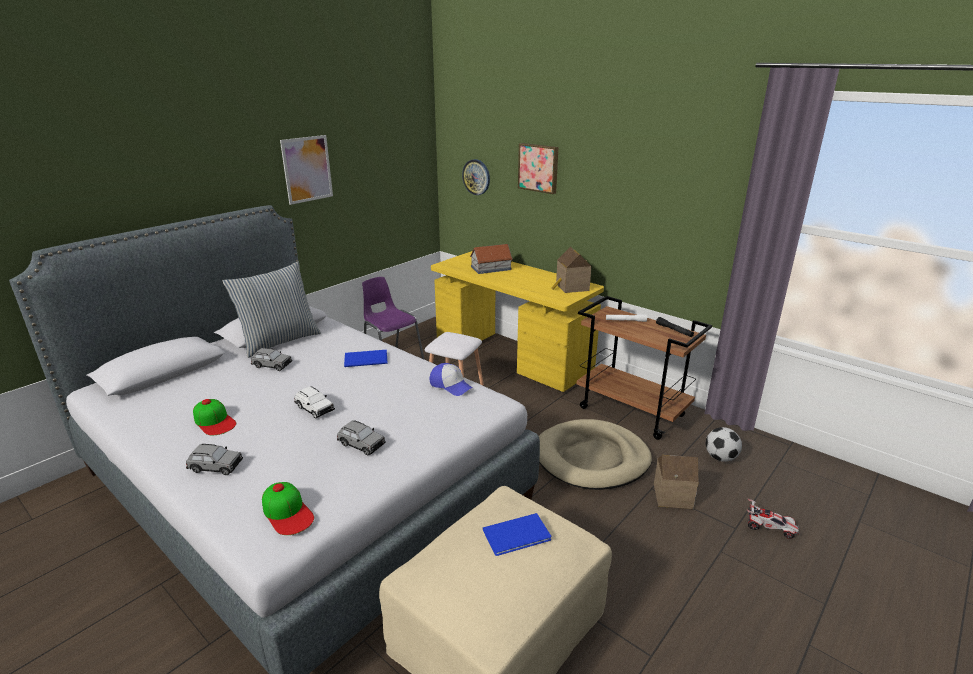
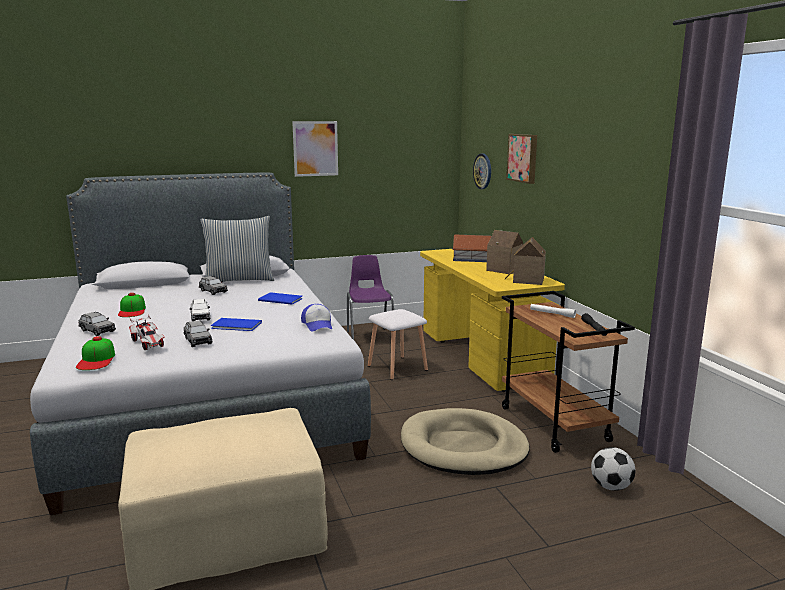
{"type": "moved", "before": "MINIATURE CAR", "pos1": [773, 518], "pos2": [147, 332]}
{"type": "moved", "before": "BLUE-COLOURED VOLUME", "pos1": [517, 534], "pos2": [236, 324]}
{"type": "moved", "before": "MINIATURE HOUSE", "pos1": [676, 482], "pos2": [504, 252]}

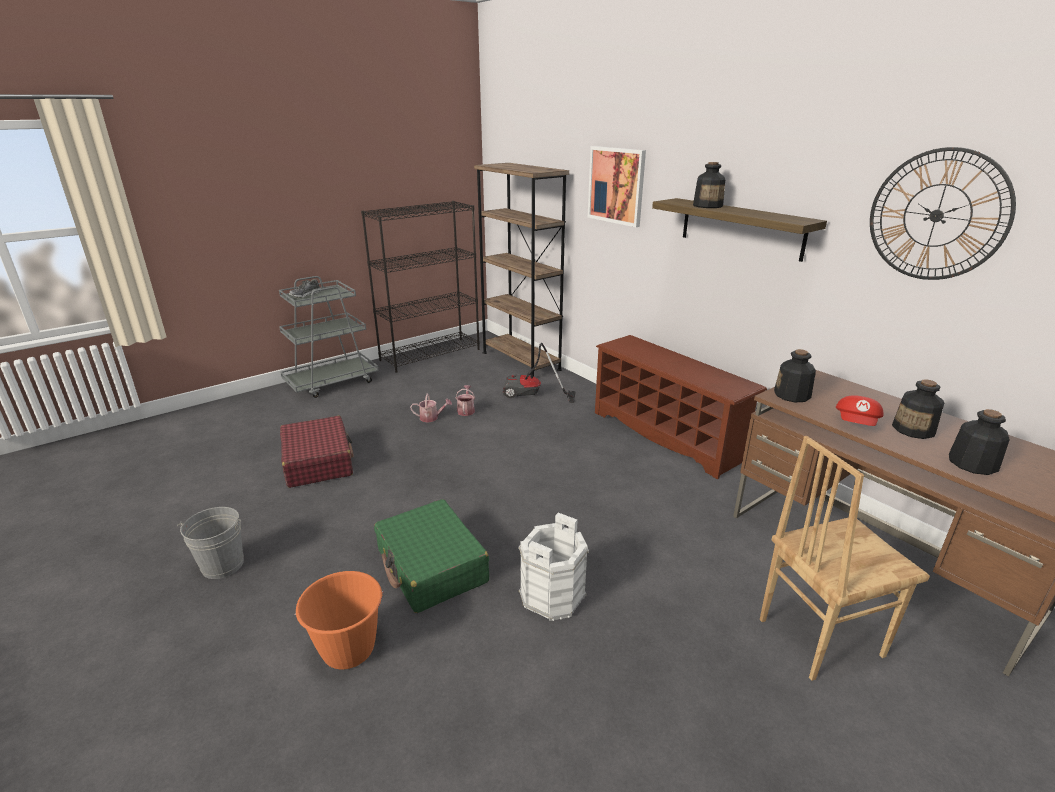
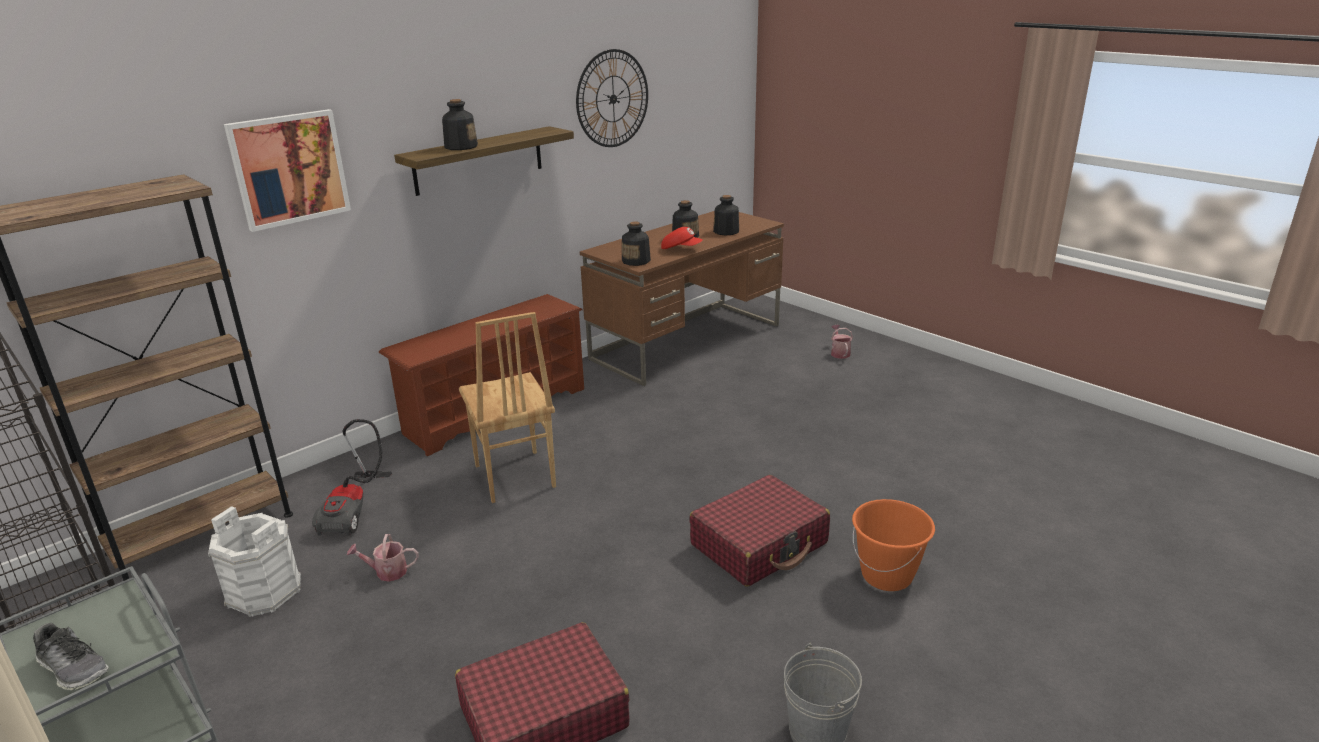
{"type": "moved", "before": "WHITISH WATER BUCKET", "pos1": [553, 567], "pos2": [254, 561]}
{"type": "moved", "before": "BROWNISH CHAIR", "pos1": [845, 558], "pos2": [507, 407]}
{"type": "recoloured", "before": "GREEN-COLOURED TRAVEL CASE", "after": "RED TRAVEL CASE", "pos1": [431, 556], "pos2": [759, 531]}
{"type": "moved", "before": "SPRINKLING CAN", "pos1": [431, 408], "pos2": [842, 342]}

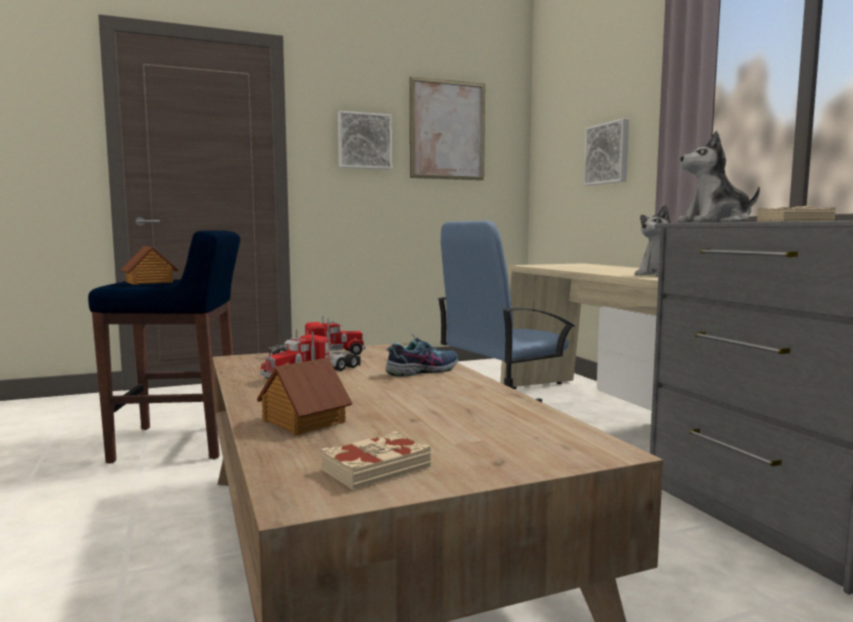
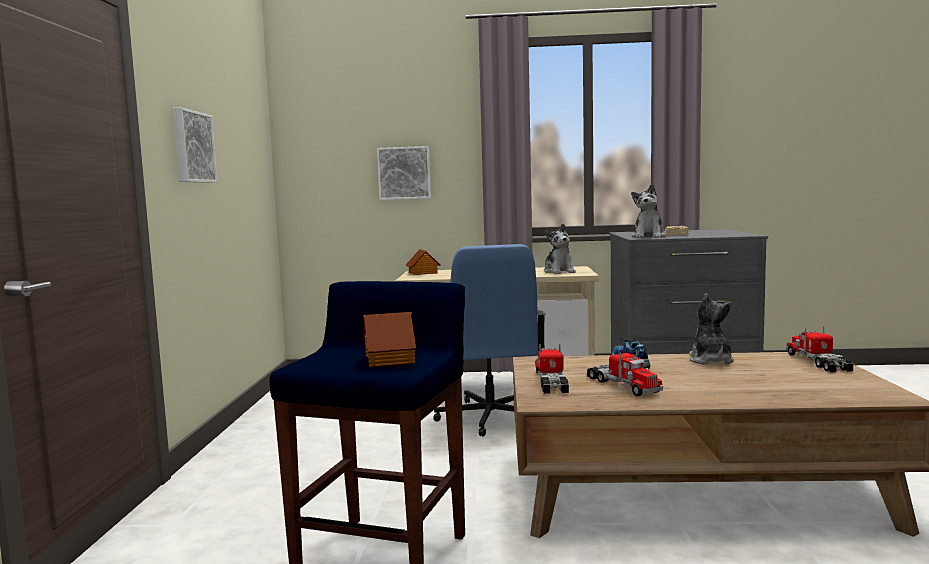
{"type": "moved", "before": "MINIATURE HOUSE", "pos1": [304, 396], "pos2": [423, 262]}
{"type": "added", "after": "CUDDLY TOY", "pos2": [711, 328]}
{"type": "added", "after": "TOY LORRY", "pos2": [819, 350]}
{"type": "removed", "before": "BEIGE VOLUME", "pos1": [376, 460]}
{"type": "removed", "before": "WALL ART", "pos1": [447, 128]}

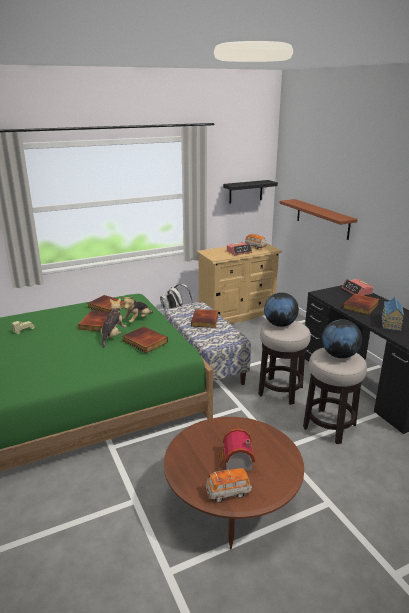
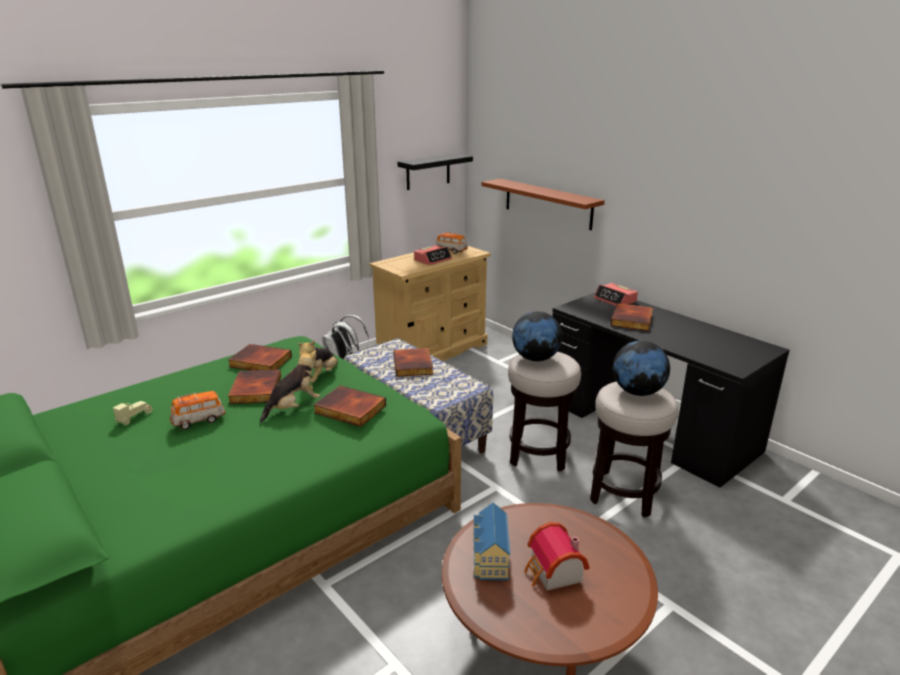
{"type": "moved", "before": "MINIATURE CAR", "pos1": [228, 485], "pos2": [197, 410]}
{"type": "turned", "before": "CUDDLY TOY", "pos1": [114, 323], "pos2": [290, 385], "turn": 45}
{"type": "moved", "before": "MINIATURE HOUSE", "pos1": [393, 314], "pos2": [491, 541]}

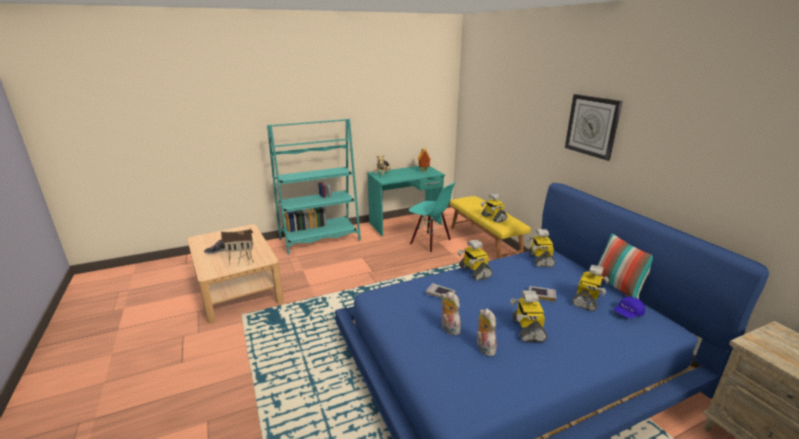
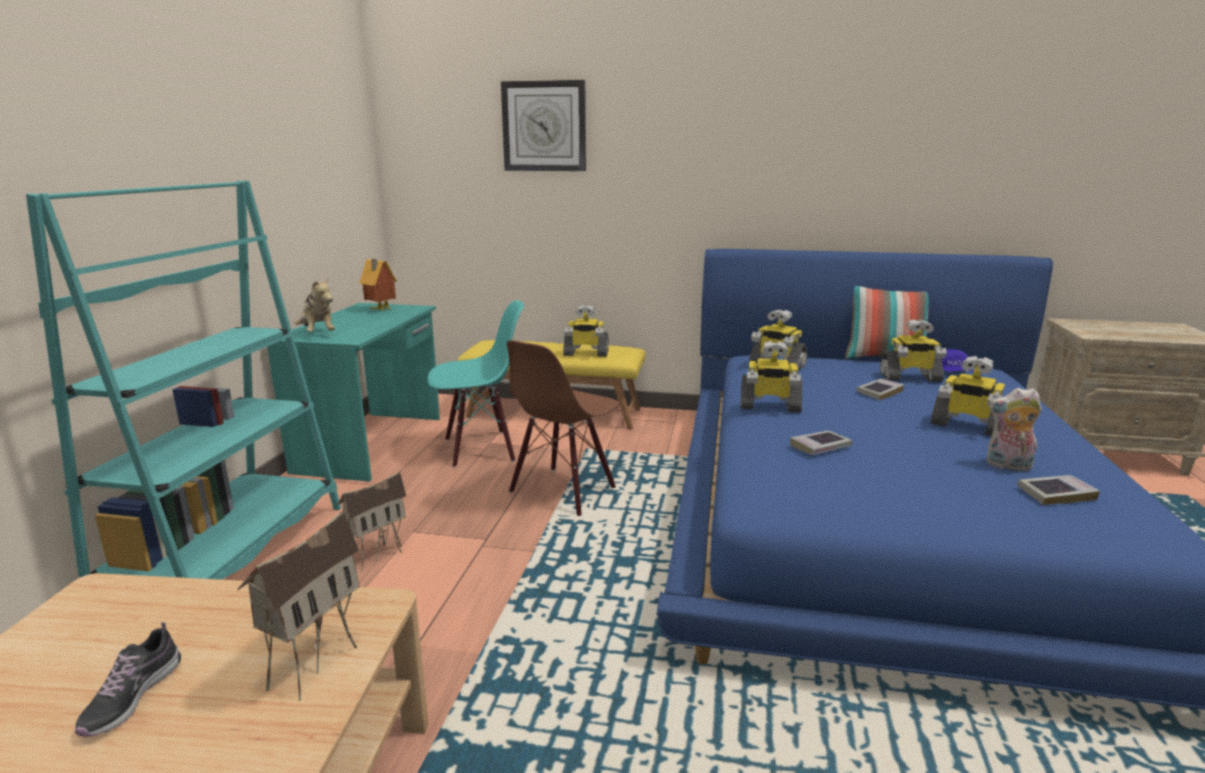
{"type": "added", "after": "MINIATURE HOUSE", "pos2": [371, 521]}
{"type": "moved", "before": "HANGING CLOCK", "pos1": [594, 127], "pos2": [543, 125]}
{"type": "added", "after": "BROWNISH CHAIR", "pos2": [563, 428]}
{"type": "turned", "before": "MODEL ROBOT", "pos1": [590, 287], "pos2": [913, 350], "turn": 120}
{"type": "added", "after": "VOLUME", "pos2": [1058, 490]}
{"type": "removed", "before": "CUDDLY TOY", "pos1": [452, 313]}

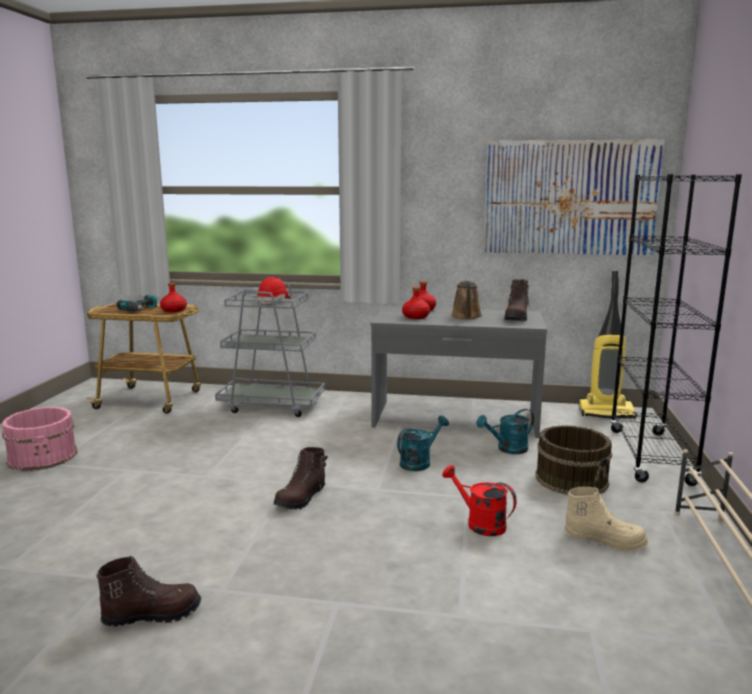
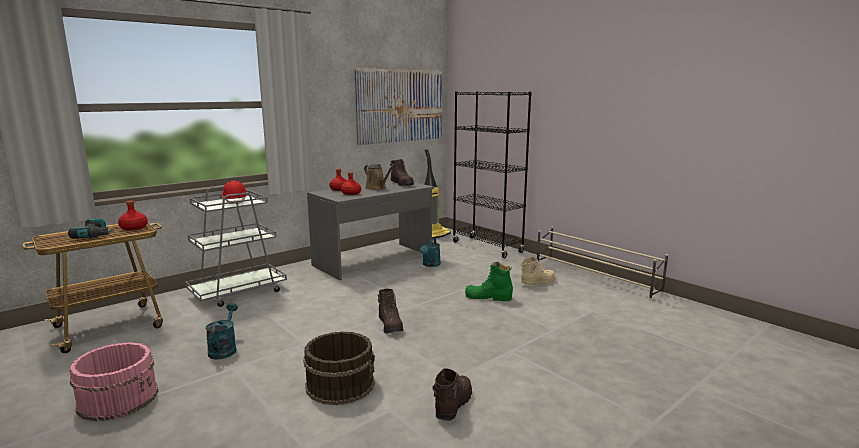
{"type": "moved", "before": "TURQUOISE SPRINKLING CAN", "pos1": [423, 443], "pos2": [222, 331]}
{"type": "moved", "before": "BROWNISH WATER BUCKET", "pos1": [574, 460], "pos2": [339, 368]}
{"type": "replaced", "before": "RED SPRINKLING CAN", "after": "GREEN-COLOURED HIGH-TOP BOOT", "pos1": [479, 500], "pos2": [489, 281]}

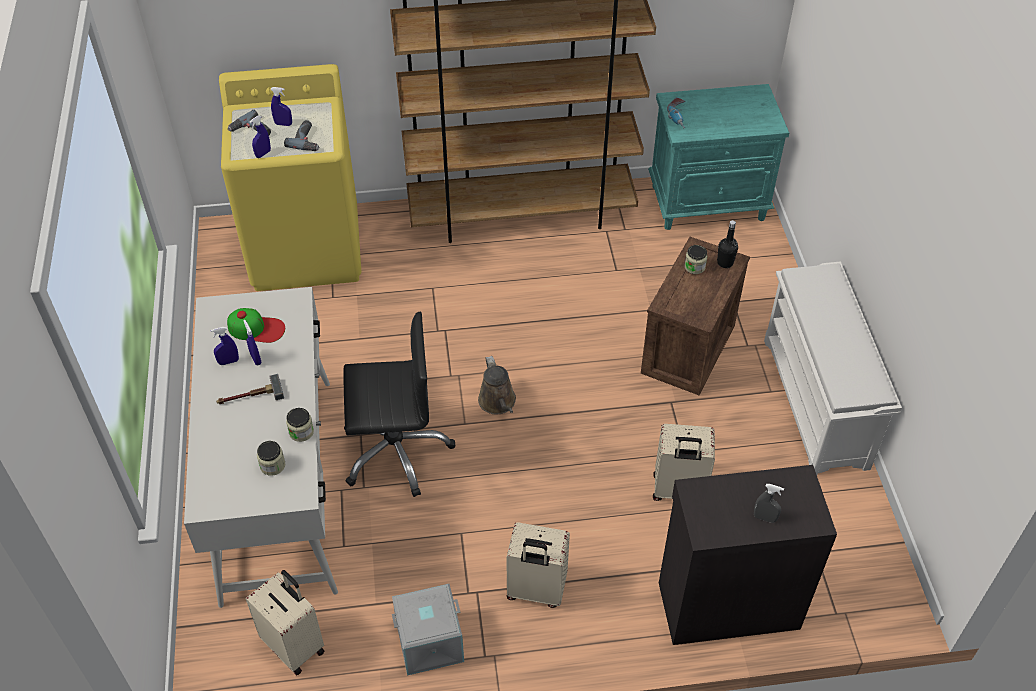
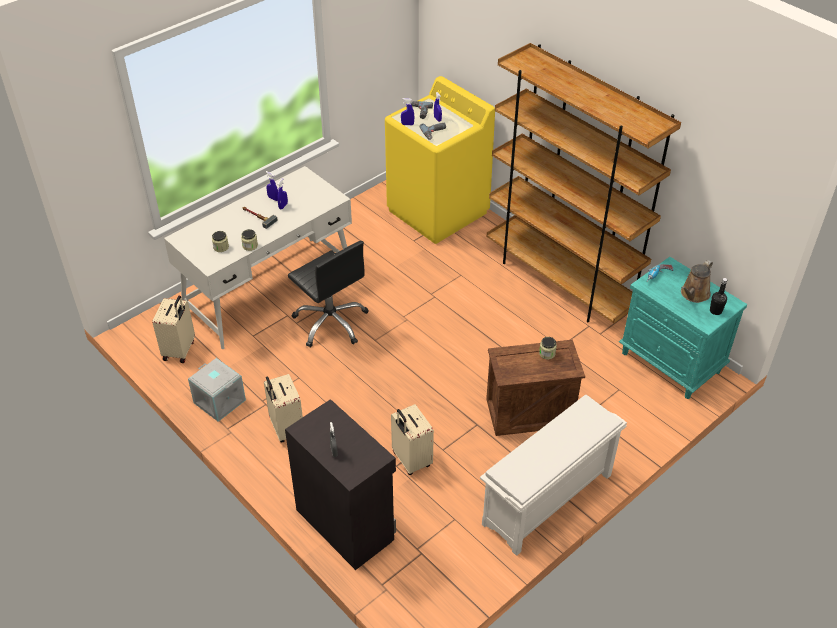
{"type": "moved", "before": "BROWNISH SPRINKLING CAN", "pos1": [497, 385], "pos2": [697, 281]}
{"type": "moved", "before": "BLACKISH DRINK BOTTLE", "pos1": [727, 244], "pos2": [718, 296]}
{"type": "removed", "before": "CAP", "pos1": [256, 325]}

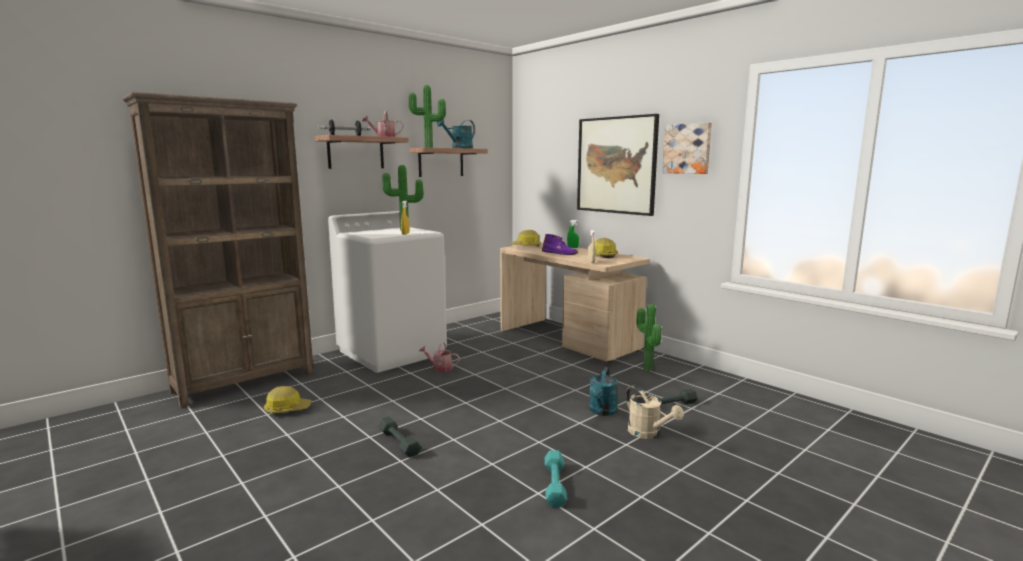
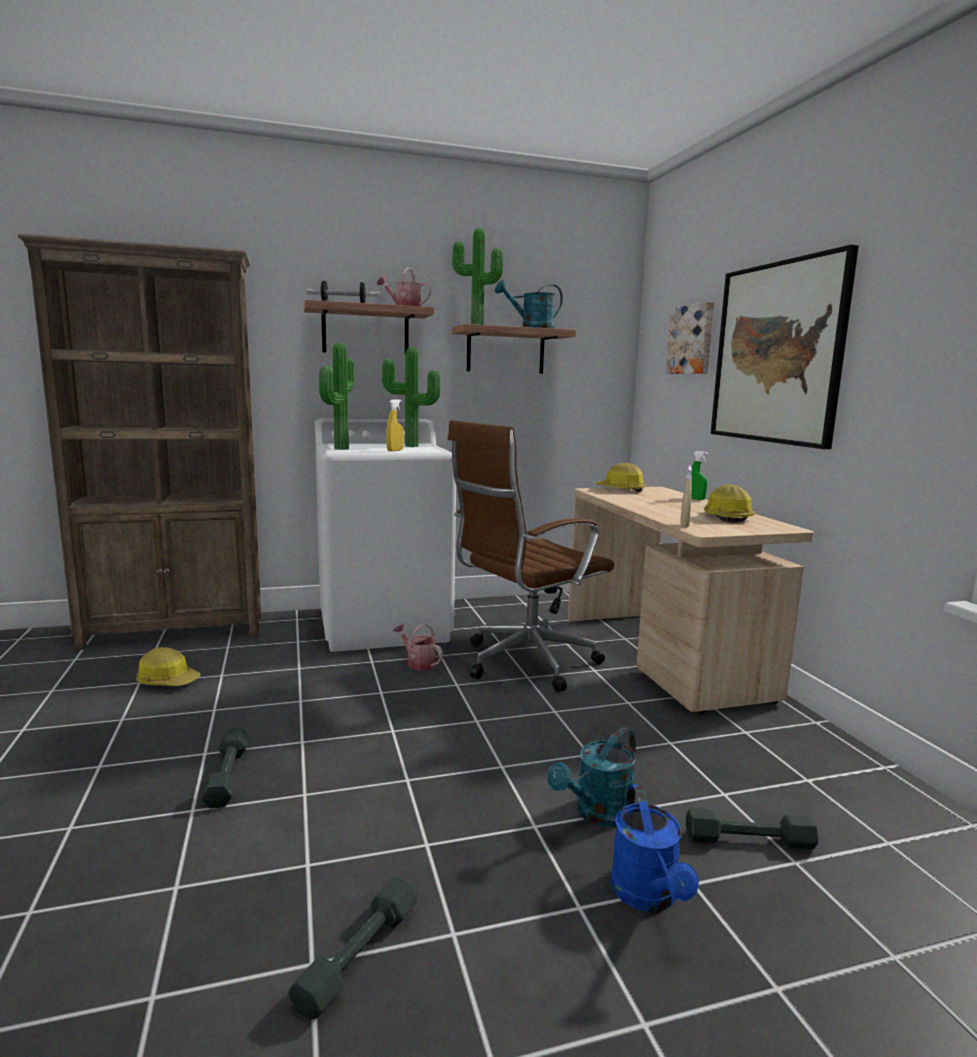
{"type": "recoloured", "before": "TURQUOISE HAND WEIGHT", "after": "GREY HAND WEIGHT", "pos1": [556, 479], "pos2": [353, 948]}
{"type": "moved", "before": "POTTED PLANT", "pos1": [649, 337], "pos2": [336, 396]}
{"type": "added", "after": "BROWNISH OFFICE CHAIR", "pos2": [531, 556]}
{"type": "recoloured", "before": "BEIGE SPRINKLING CAN", "after": "BLUE-COLOURED SPRINKLING CAN", "pos1": [655, 412], "pos2": [654, 848]}
{"type": "moved", "before": "WALL ART", "pos1": [687, 148], "pos2": [690, 338]}
{"type": "removed", "before": "PURPLE-COLOURED HIGH-TOP BOOT", "pos1": [560, 244]}

